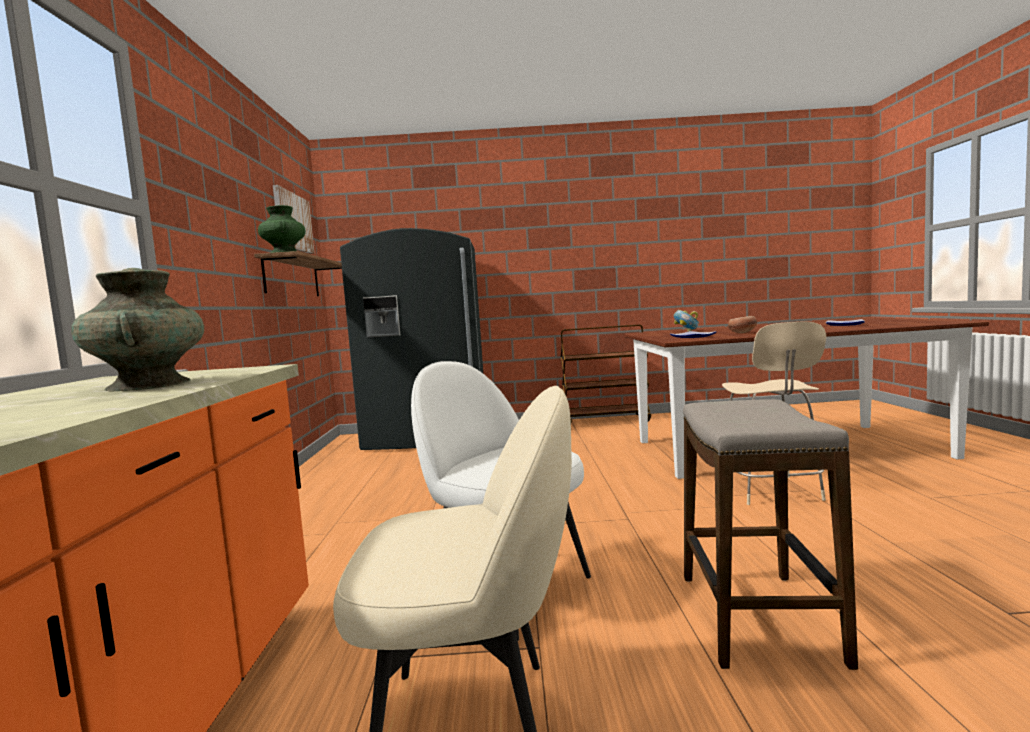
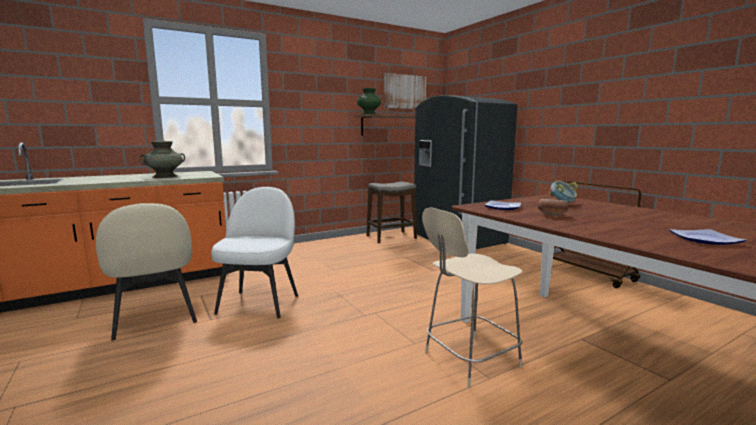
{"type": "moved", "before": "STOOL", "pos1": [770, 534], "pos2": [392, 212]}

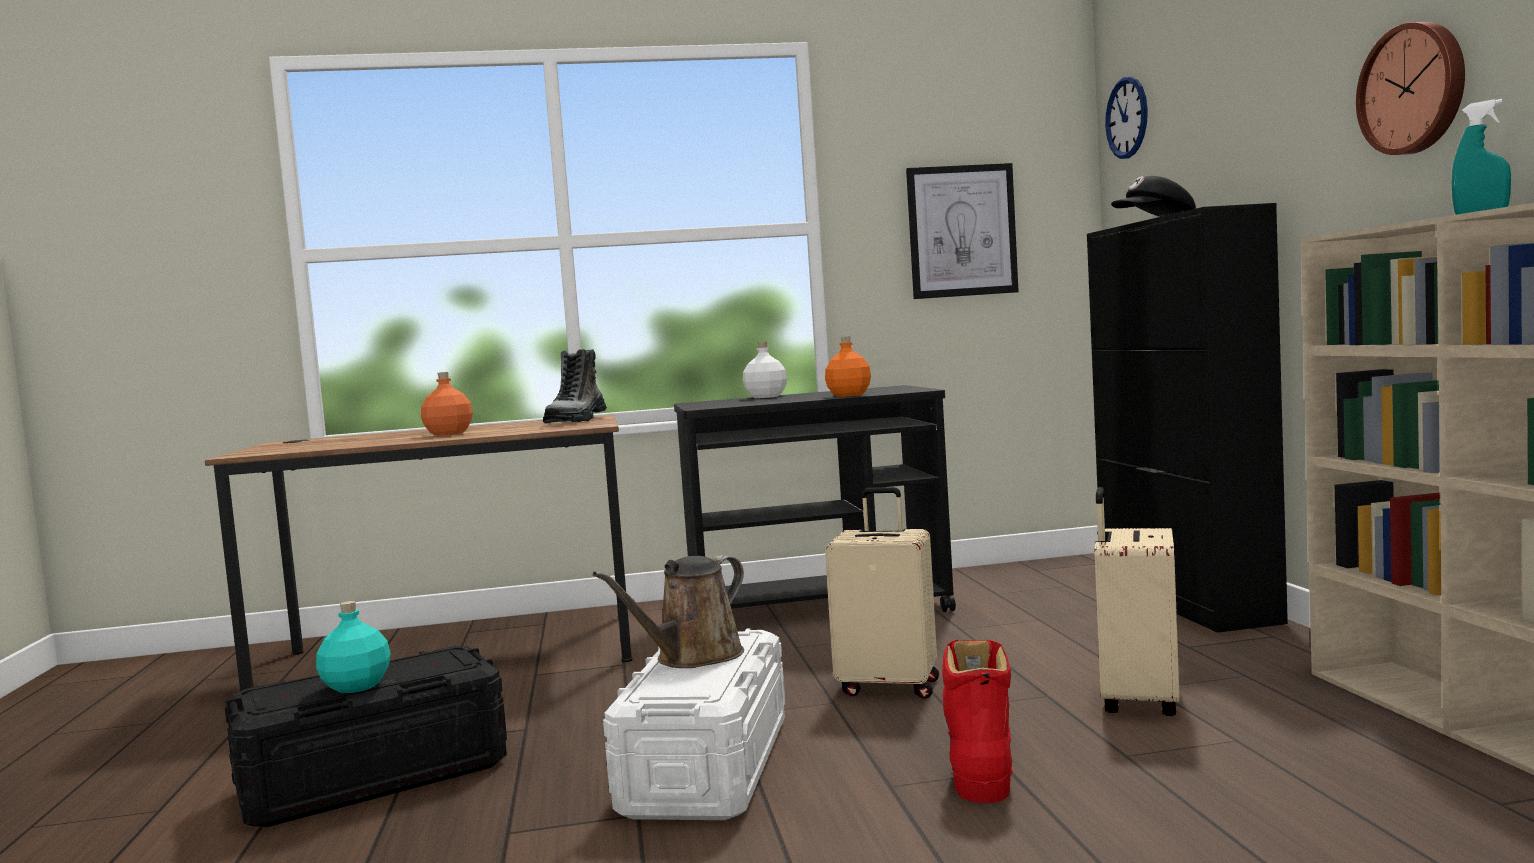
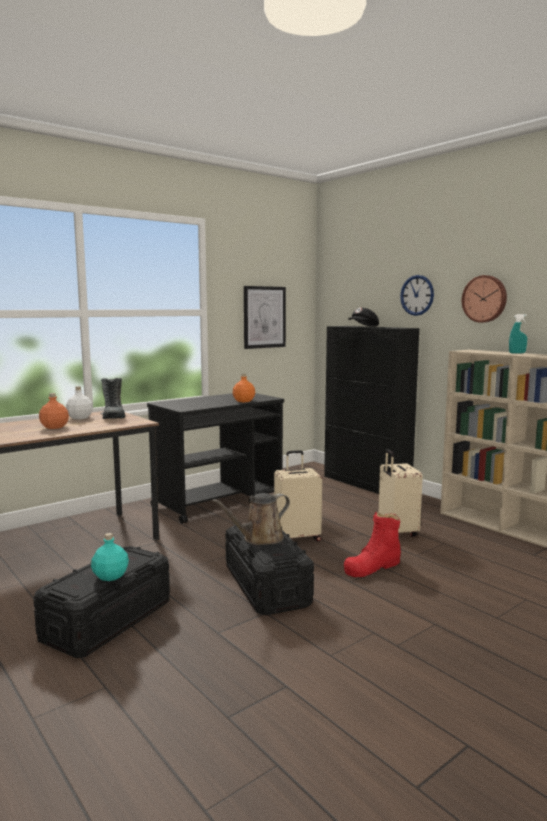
{"type": "moved", "before": "WHITISH DRINK BOTTLE", "pos1": [765, 370], "pos2": [79, 402]}
{"type": "turned", "before": "BROWNISH SPRINKLING CAN", "pos1": [668, 611], "pos2": [251, 519], "turn": 45}
{"type": "recoloured", "before": "WHITISH STORAGE BIN", "after": "BLACKISH STORAGE BIN", "pos1": [694, 724], "pos2": [269, 570]}
{"type": "turned", "before": "RED HIGH-TOP BOOT", "pos1": [977, 721], "pos2": [372, 544], "turn": -105}
{"type": "moved", "before": "HANGING CLOCK", "pos1": [1126, 117], "pos2": [417, 295]}

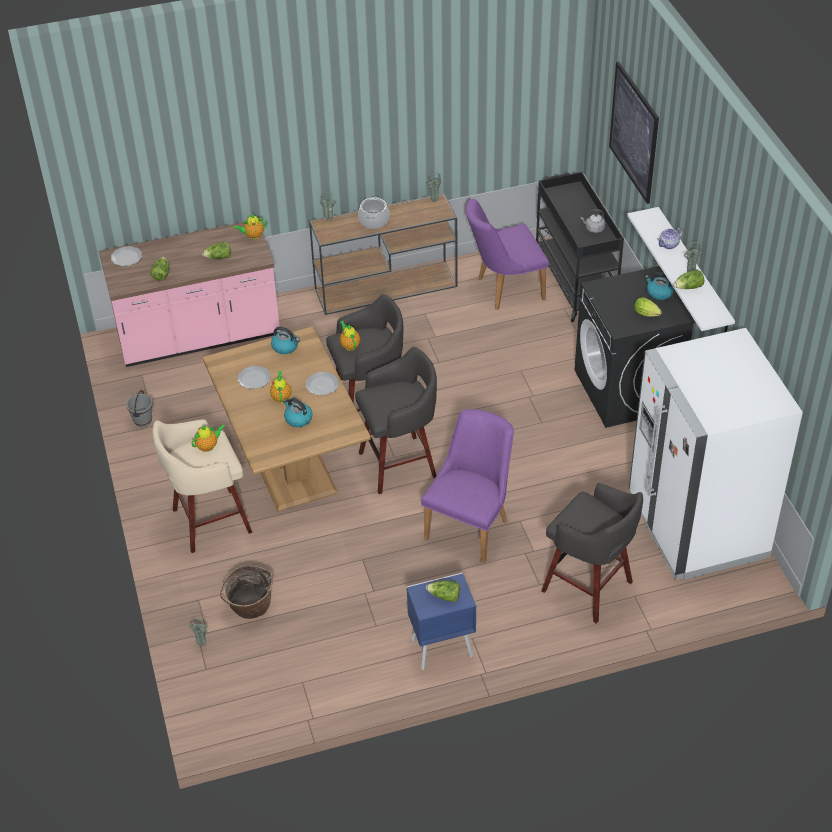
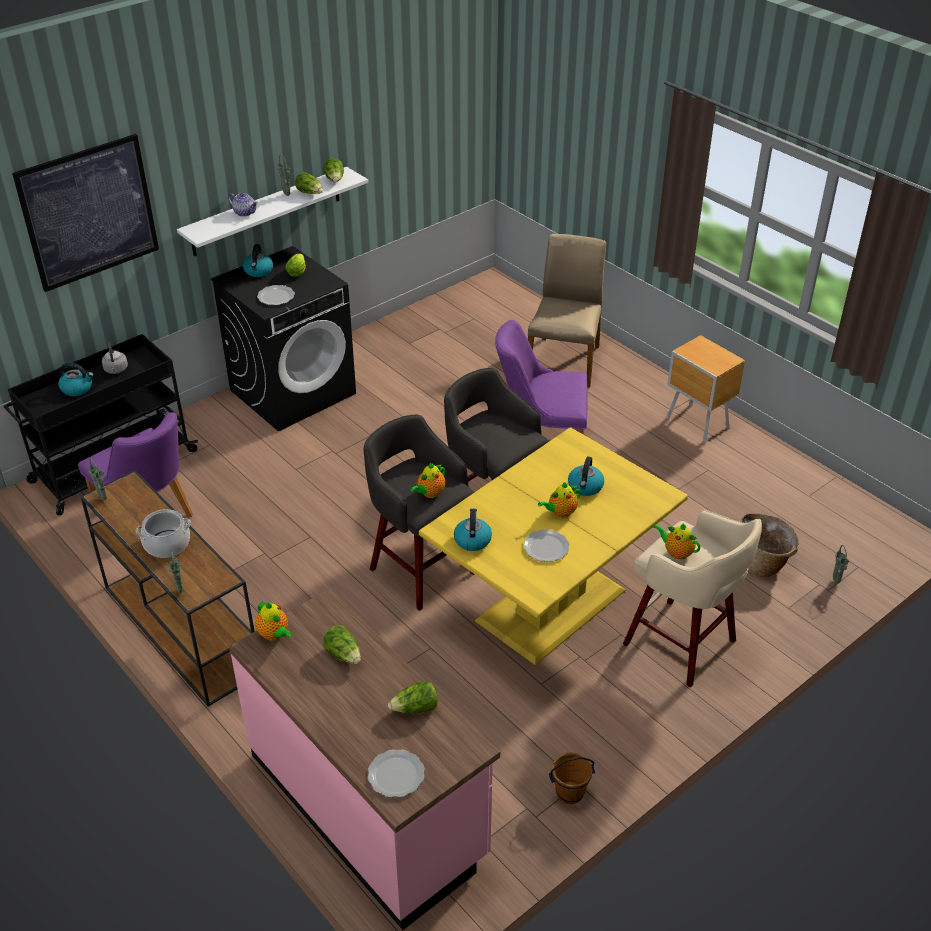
{"type": "added", "after": "WATER KETTLE", "pos2": [76, 379]}
{"type": "moved", "before": "DINNER PLATE", "pos1": [322, 383], "pos2": [276, 295]}
{"type": "moved", "before": "LETTUCE HEAD", "pos1": [443, 591], "pos2": [334, 170]}
{"type": "recoloured", "before": "BROWNISH DINNER TABLE", "after": "YELLOWISH DINNER TABLE", "pos1": [287, 419], "pos2": [553, 546]}
{"type": "replaced", "before": "GREY STOOL", "after": "BEIGE CHAIR", "pos1": [592, 553], "pos2": [567, 311]}
{"type": "recoloured", "before": "GREY WATER BUCKET", "after": "BROWNISH WATER BUCKET", "pos1": [139, 408], "pos2": [572, 778]}
{"type": "recoloured", "before": "BLUE-COLOURED NIGHTSTAND", "after": "BROWNISH NIGHTSTAND", "pos1": [441, 621], "pos2": [705, 389]}
{"type": "removed", "before": "WHITISH REFRIGERATOR", "pos1": [716, 454]}

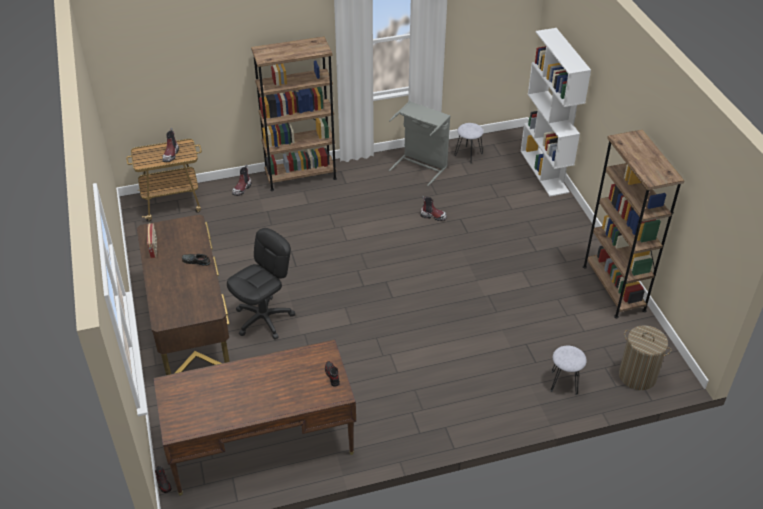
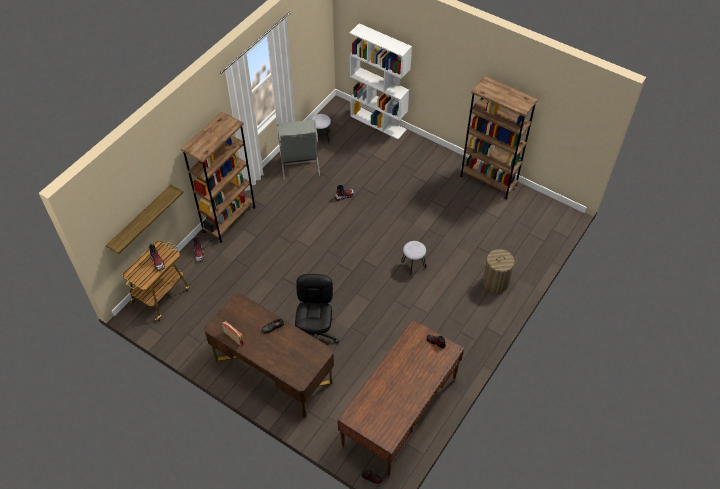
{"type": "added", "after": "SHELF", "pos2": [144, 219]}
{"type": "moved", "before": "GREY STOOL", "pos1": [569, 370], "pos2": [413, 258]}
{"type": "moved", "before": "WASHING BASKET", "pos1": [645, 357], "pos2": [500, 271]}

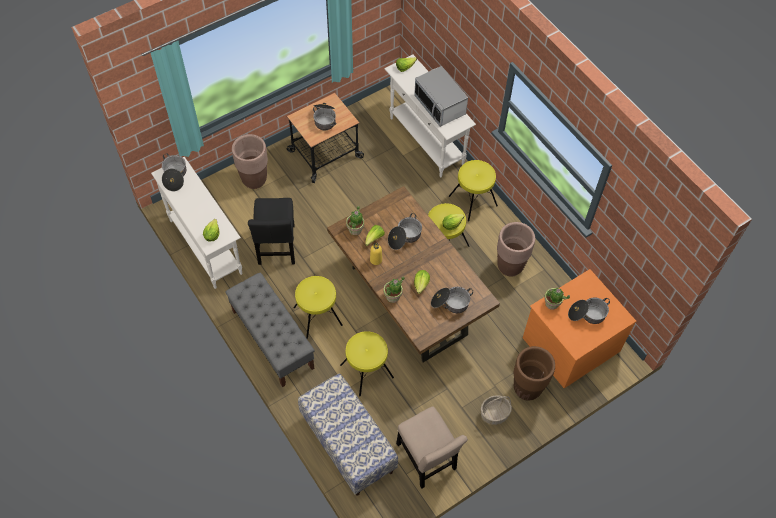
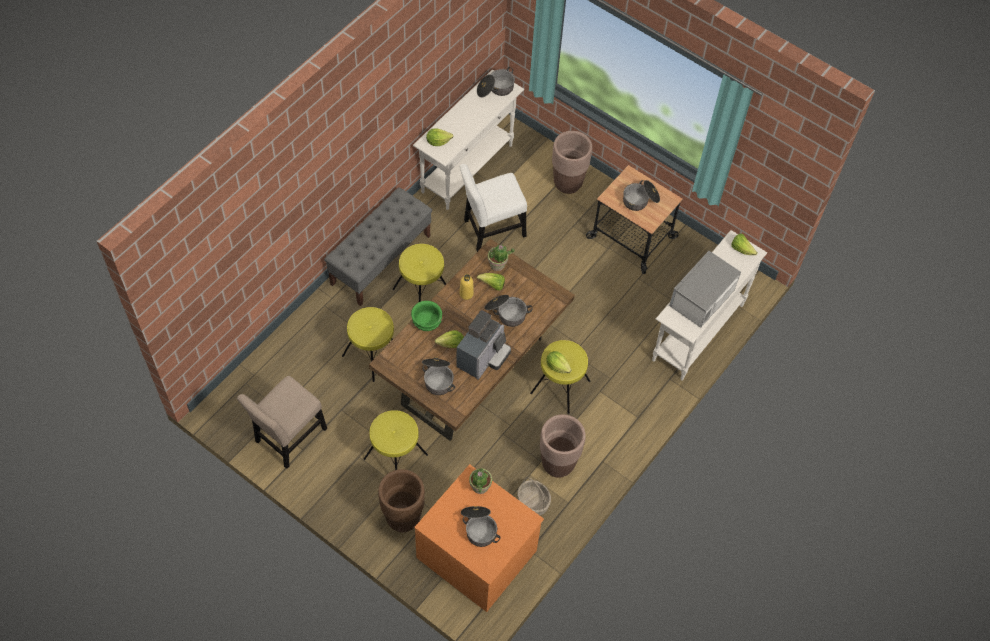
{"type": "moved", "before": "YELLOWISH STOOL", "pos1": [473, 190], "pos2": [395, 440]}
{"type": "replaced", "before": "POTTED PLANT", "after": "GREEN-COLOURED SERVING BOWL", "pos1": [394, 289], "pos2": [426, 316]}
{"type": "added", "after": "COFFEE MACHINE", "pos2": [483, 345]}
{"type": "recoloured", "before": "BLACKISH CHAIR", "after": "WHITISH CHAIR", "pos1": [271, 231], "pos2": [493, 208]}
{"type": "moved", "before": "HOUSEHOLD BASKET", "pos1": [496, 410], "pos2": [534, 496]}
{"type": "removed", "before": "INDOOR BENCH", "pos1": [348, 434]}

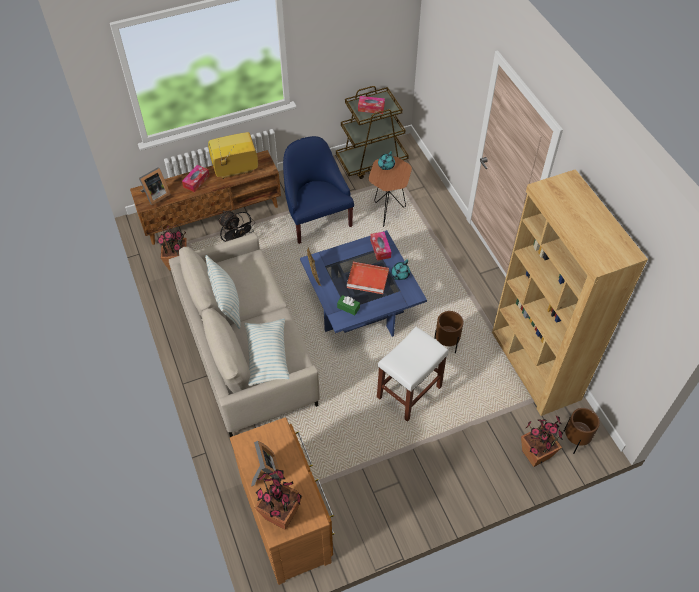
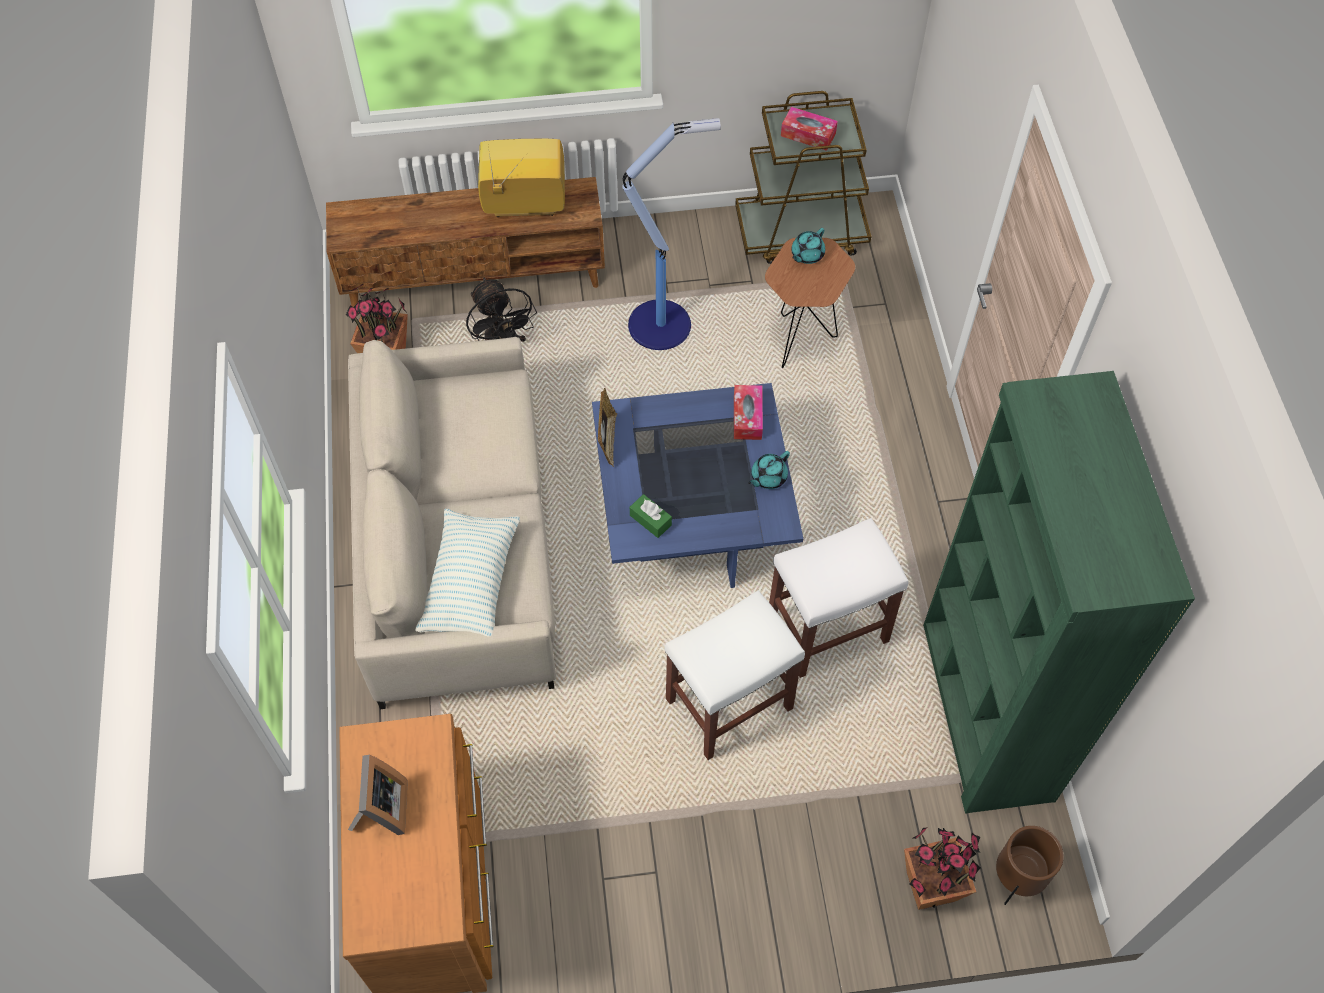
{"type": "replaced", "before": "BLUE-COLOURED LOUNGE CHAIR", "after": "STANDING LAMP", "pos1": [318, 190], "pos2": [671, 234]}
{"type": "replaced", "before": "BROWNISH PLANTER", "after": "WHITISH STOOL", "pos1": [449, 332], "pos2": [838, 598]}
{"type": "recoloured", "before": "BROWNISH BOOKCASE", "after": "GREEN-COLOURED BOOKCASE", "pos1": [570, 292], "pos2": [1059, 592]}
{"type": "removed", "before": "PHOTO FRAME", "pos1": [155, 186]}
{"type": "removed", "before": "BOX OF TISSUES", "pos1": [196, 178]}
{"type": "removed", "before": "THROW PILLOW", "pos1": [223, 292]}
{"type": "removed", "before": "POTTED PLANT", "pos1": [279, 499]}
{"type": "removed", "before": "RED TRAY", "pos1": [368, 278]}

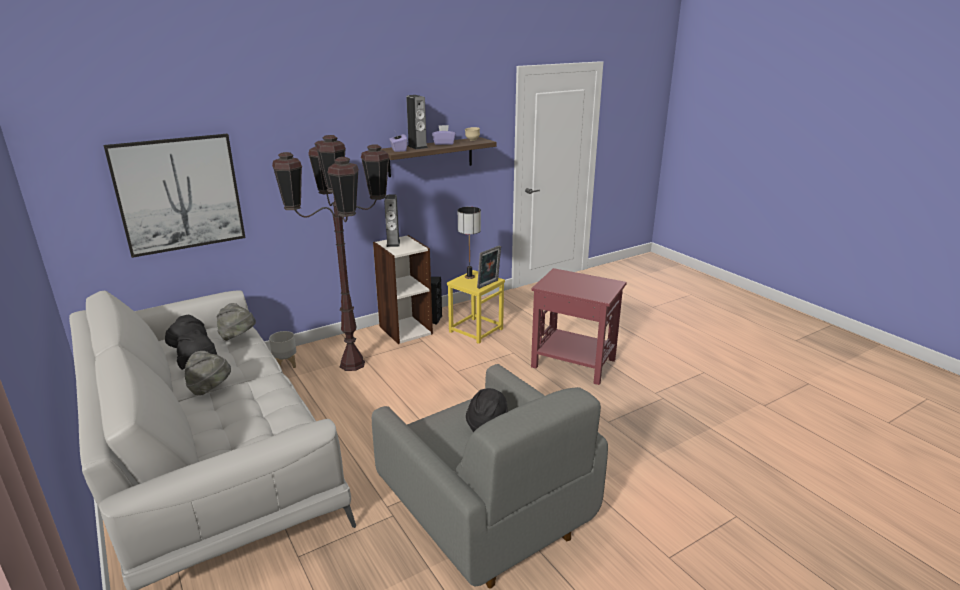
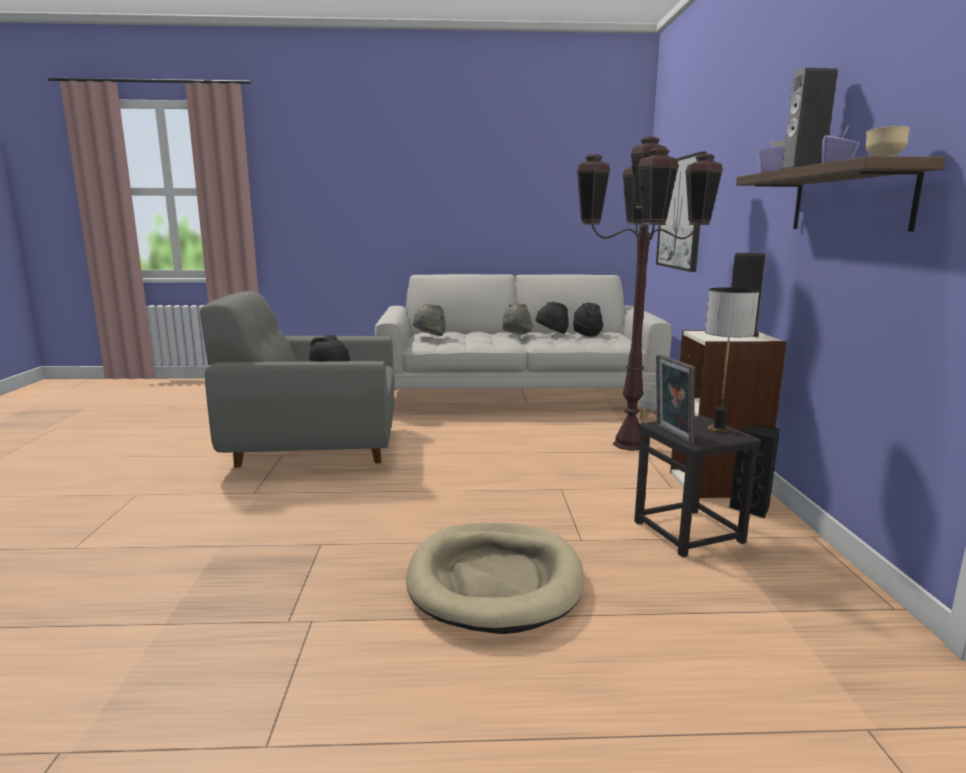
{"type": "replaced", "before": "RED END TABLE", "after": "BEIGE DOG BED", "pos1": [579, 326], "pos2": [495, 578]}
{"type": "moved", "before": "GREY CLOTHING HAT", "pos1": [236, 322], "pos2": [429, 320]}
{"type": "recoloured", "before": "YELLOWISH STOOL", "after": "BLACKISH STOOL", "pos1": [476, 307], "pos2": [697, 486]}

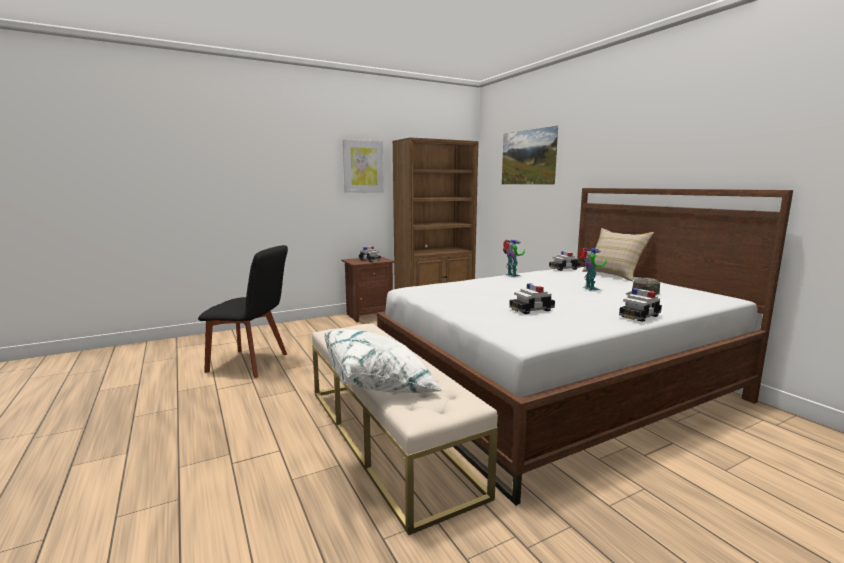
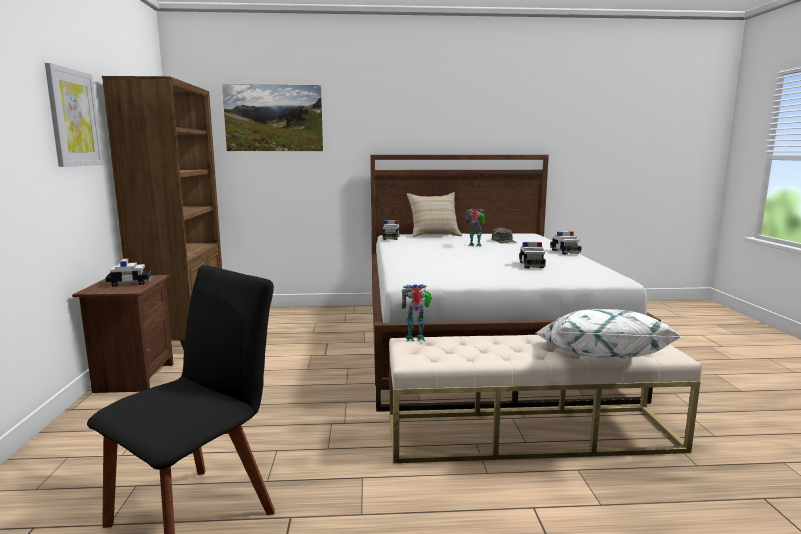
{"type": "moved", "before": "MODEL ROBOT", "pos1": [514, 258], "pos2": [416, 313]}

